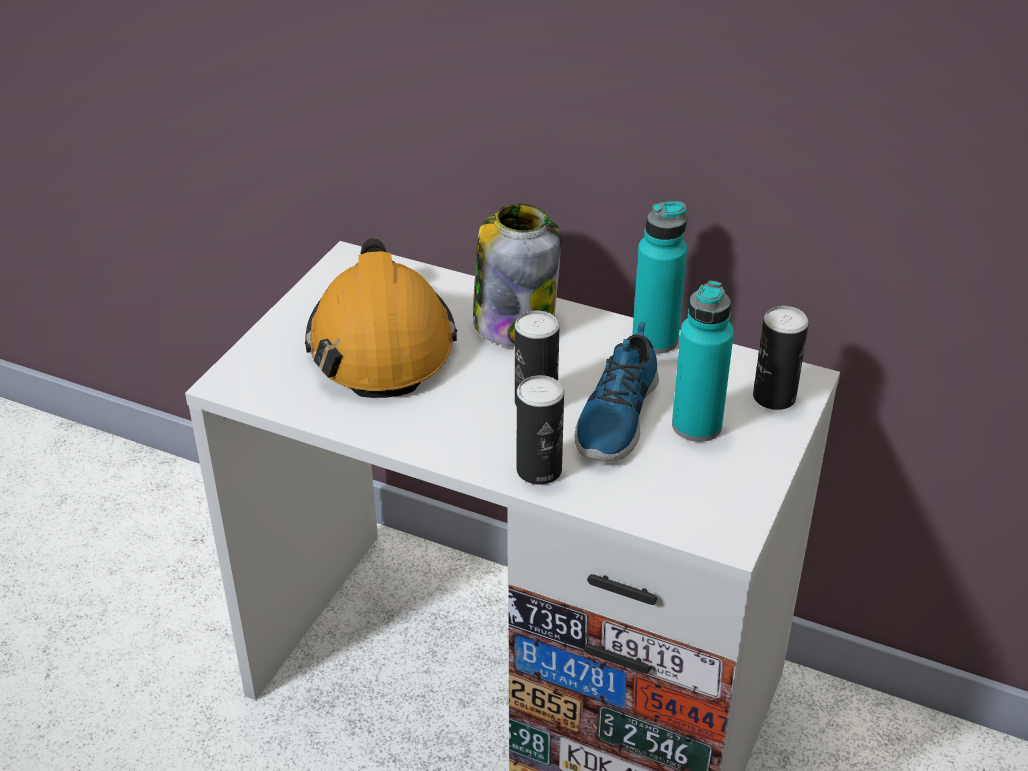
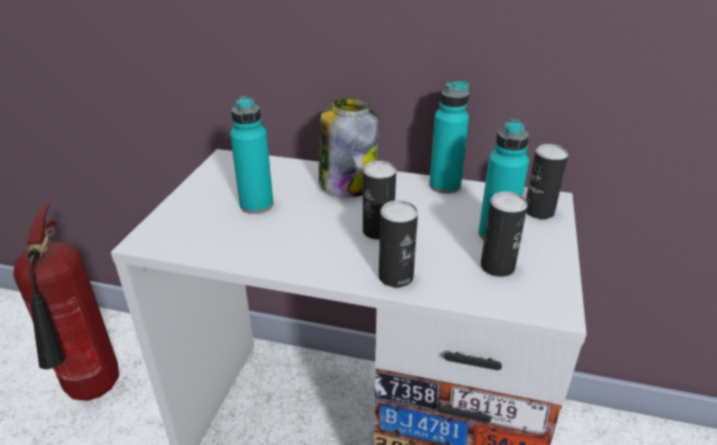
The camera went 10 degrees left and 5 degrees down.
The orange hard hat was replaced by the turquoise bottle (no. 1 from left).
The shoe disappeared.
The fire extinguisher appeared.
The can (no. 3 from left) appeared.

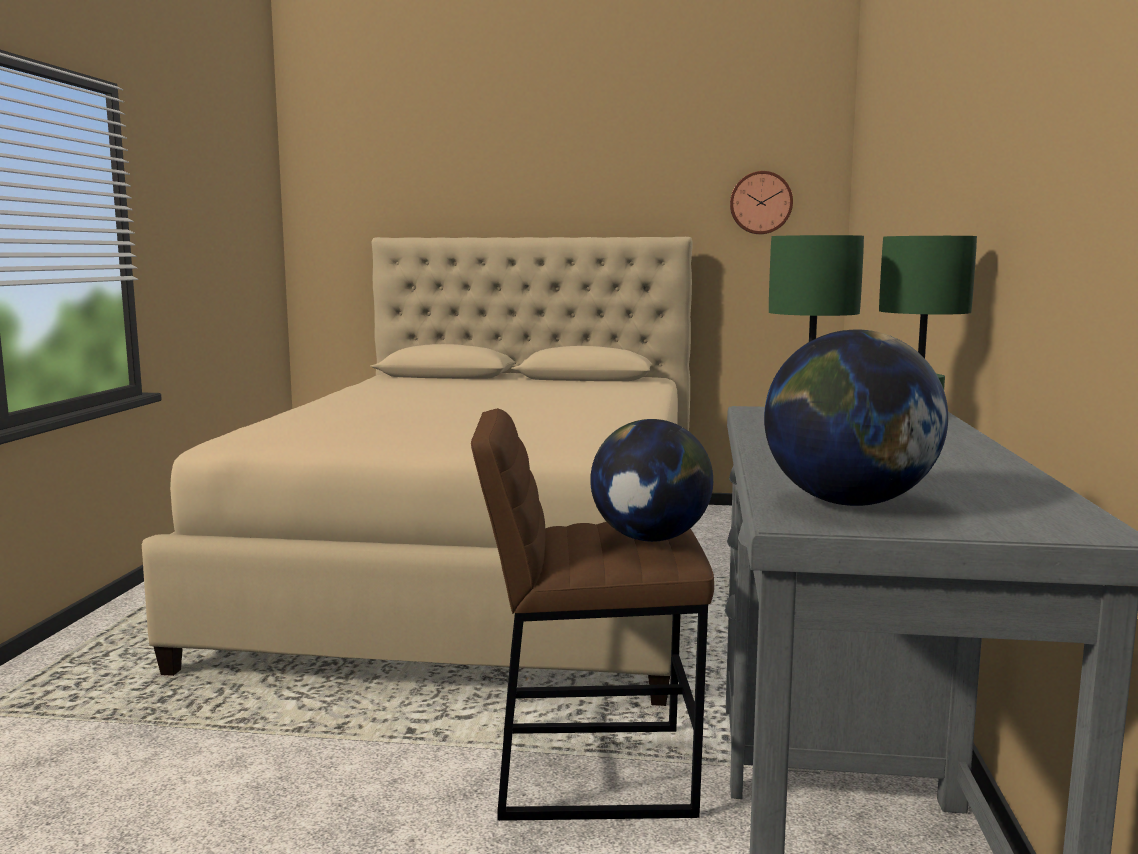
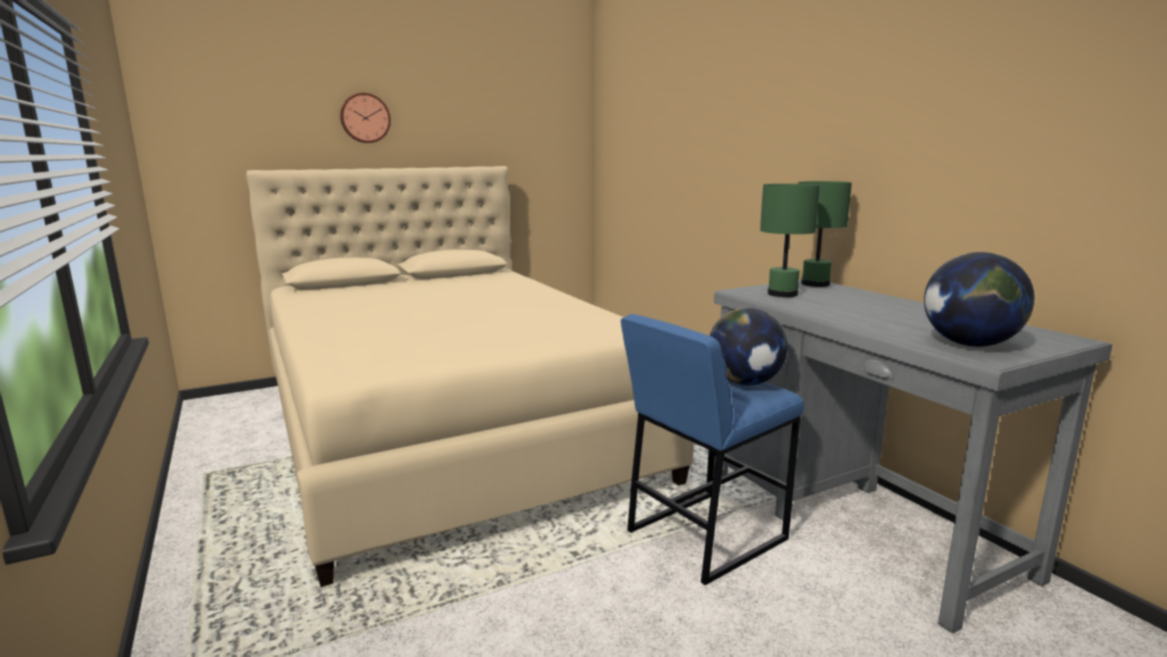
The camera went 35 degrees left and 5 degrees up.
The brown stool became the blue stool.
The wall clock moved.

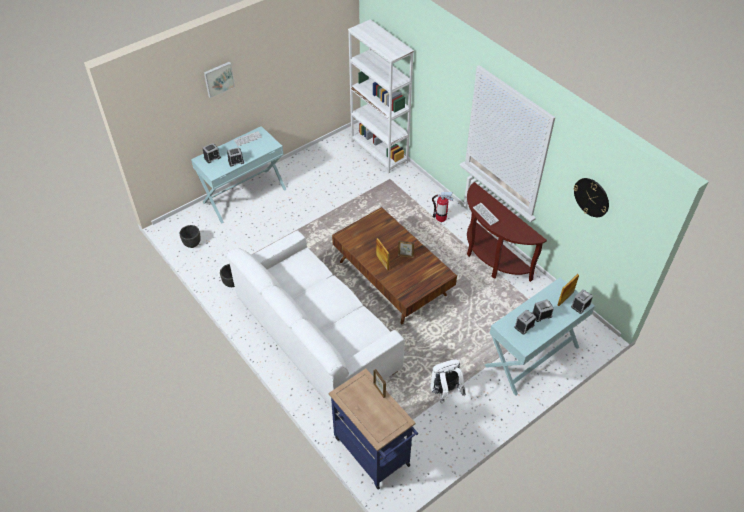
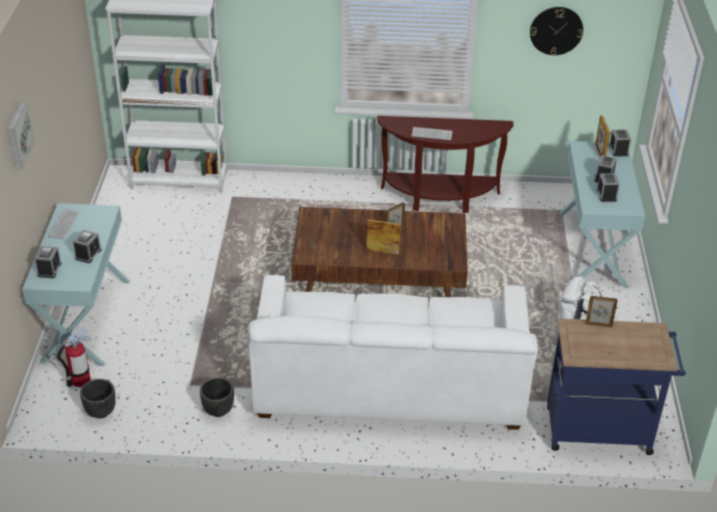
The camera went 50 degrees left and 10 degrees down.
The fire extinguisher moved.

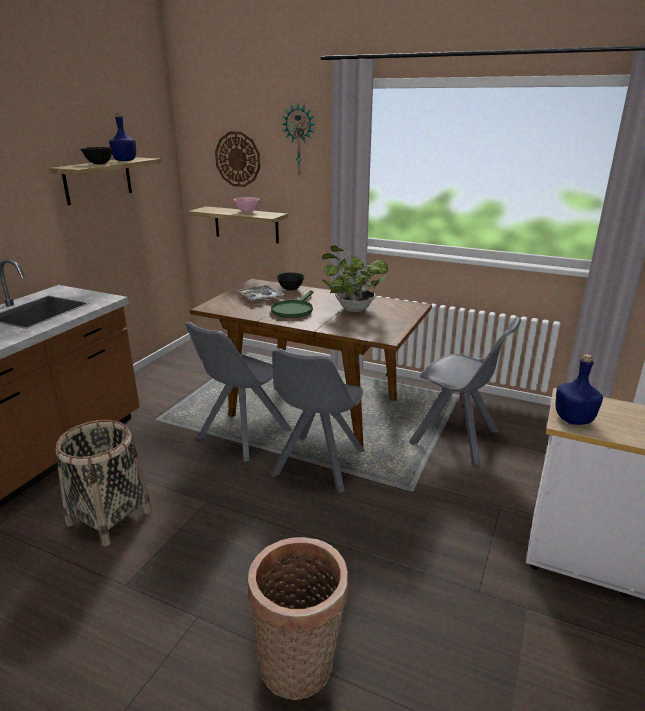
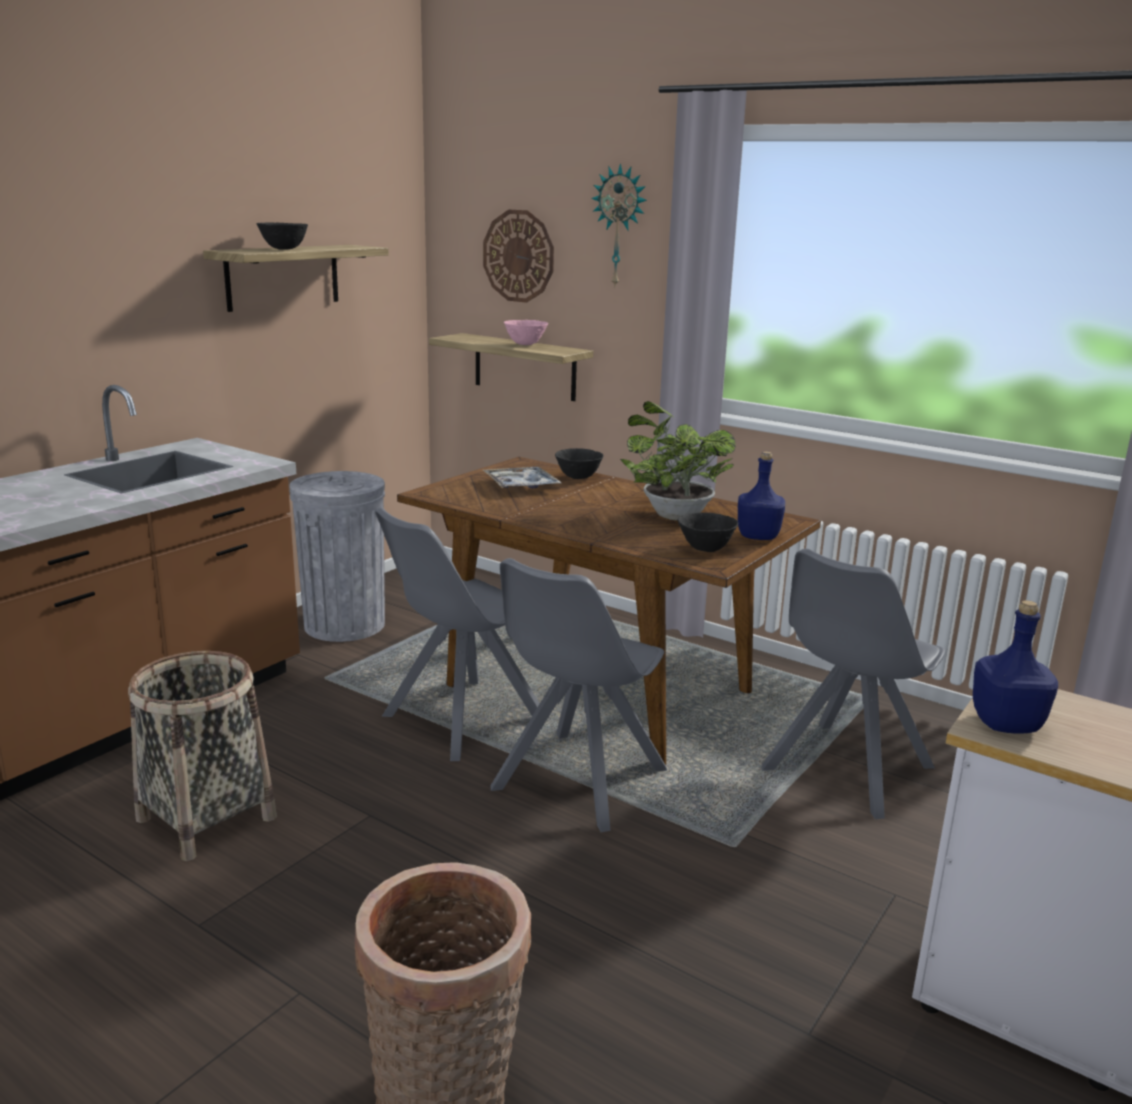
The camera went 10 degrees right and 5 degrees down.
The blue bottle (no. 1 from left) moved.
The green frying pan disappeared.
The grey chair (no. 3 from left) turned 90 degrees clockwise.
The grey trash can appeared.
The black bowl (no. 3 from left) appeared.

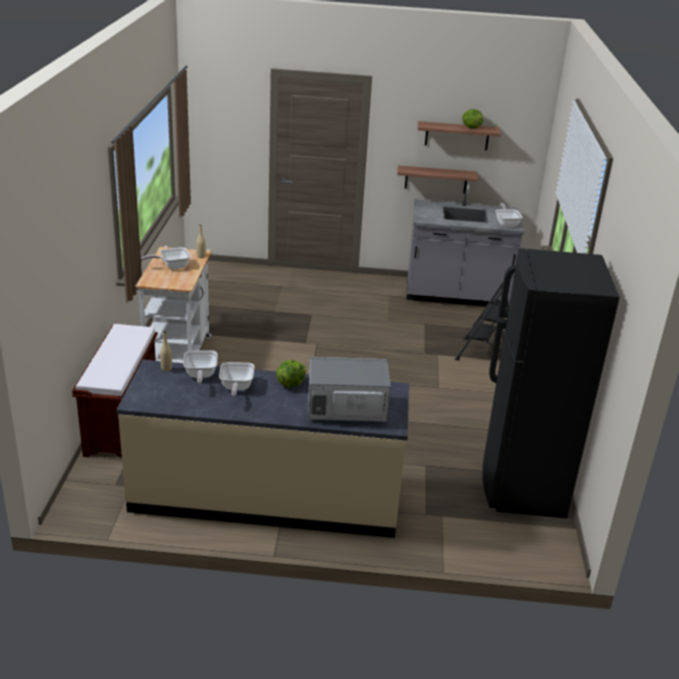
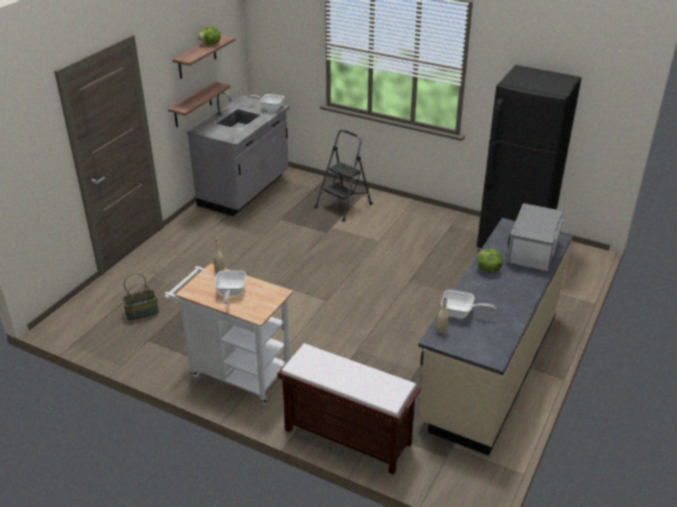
The camera went 65 degrees left and 5 degrees up.
The frying pan (no. 3 from left) disappeared.
The basket appeared.

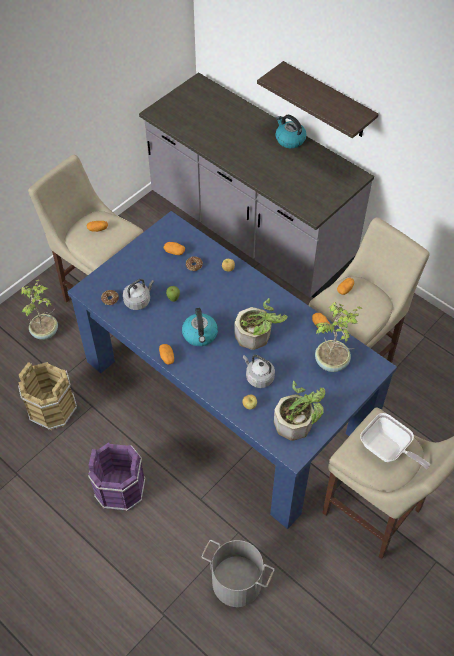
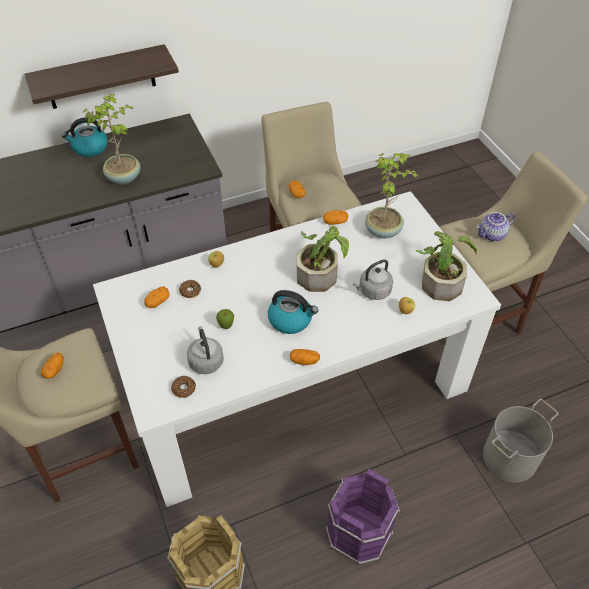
The camera went 65 degrees left and 5 degrees down.
The potted plant (no. 1 from left) moved.
The blue dining table became the white dining table.
The frying pan was replaced by the teapot.

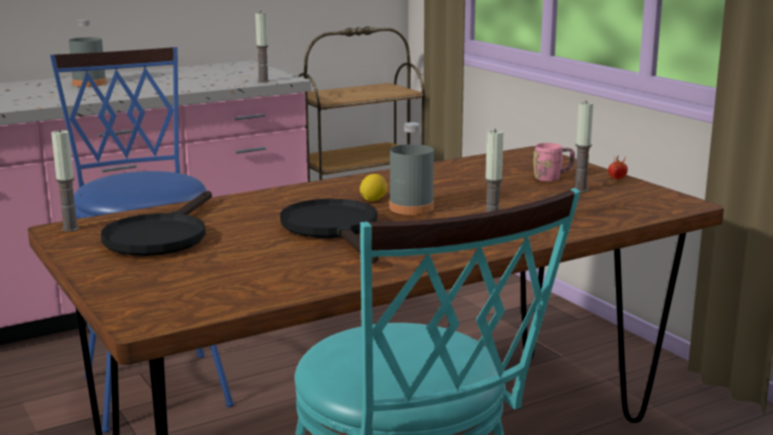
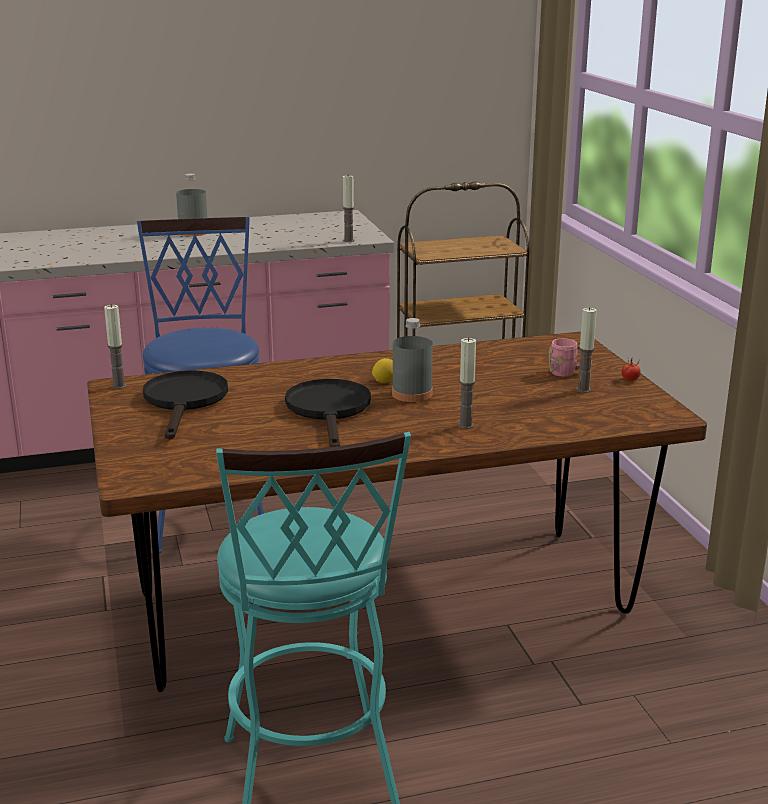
The camera went 15 degrees right and 5 degrees up.
The black frying pan (no. 1 from left) turned 150 degrees clockwise.

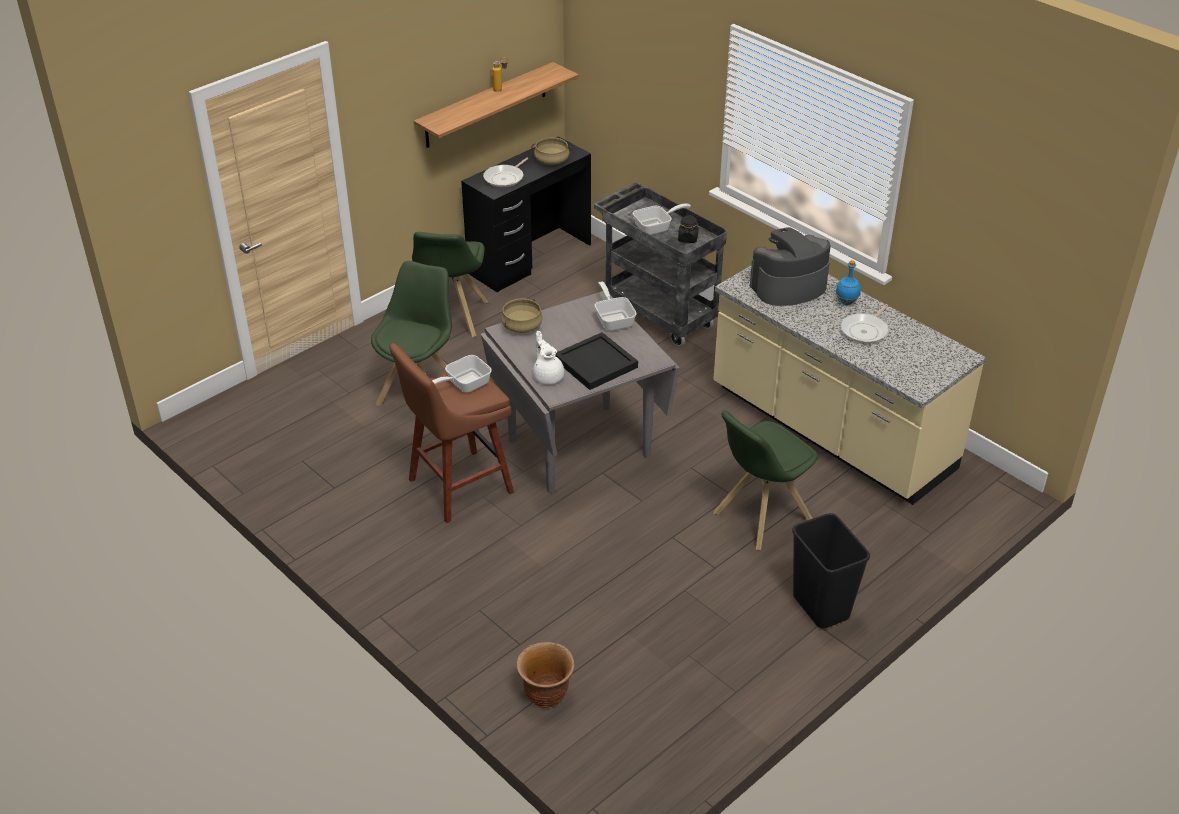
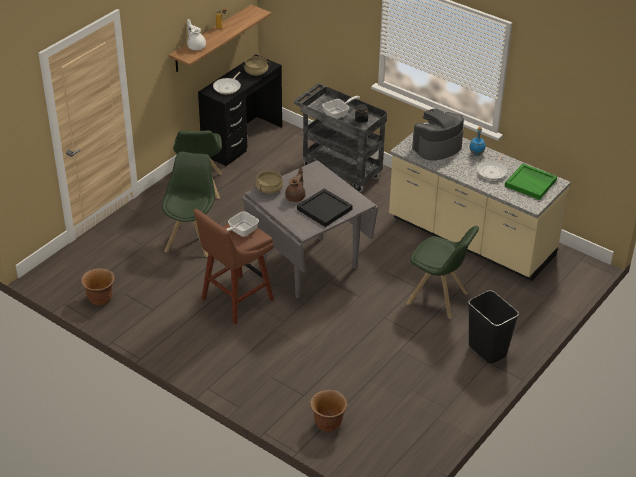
The camera went 10 degrees left and 0 degrees up.
The white teapot moved.
The frying pan (no. 3 from left) disappeared.
The green chair (no. 3 from left) turned 105 degrees counterclockwise.
The brown planter (no. 1 from left) appeared.
The brown teapot appeared.
The green tray appeared.

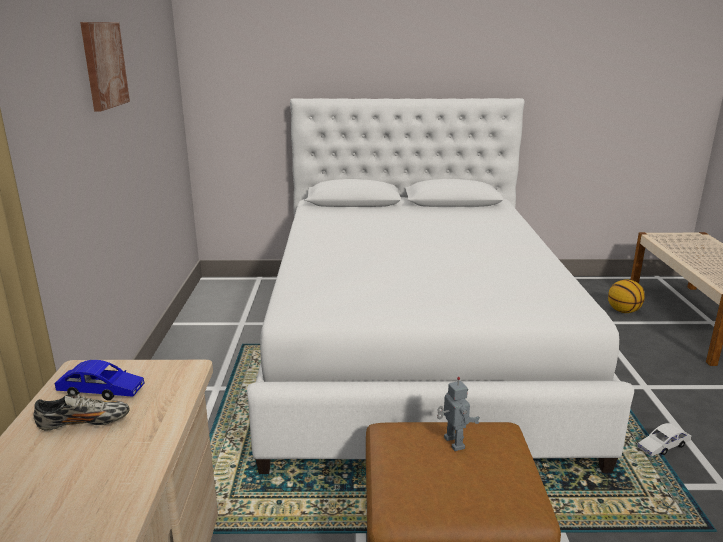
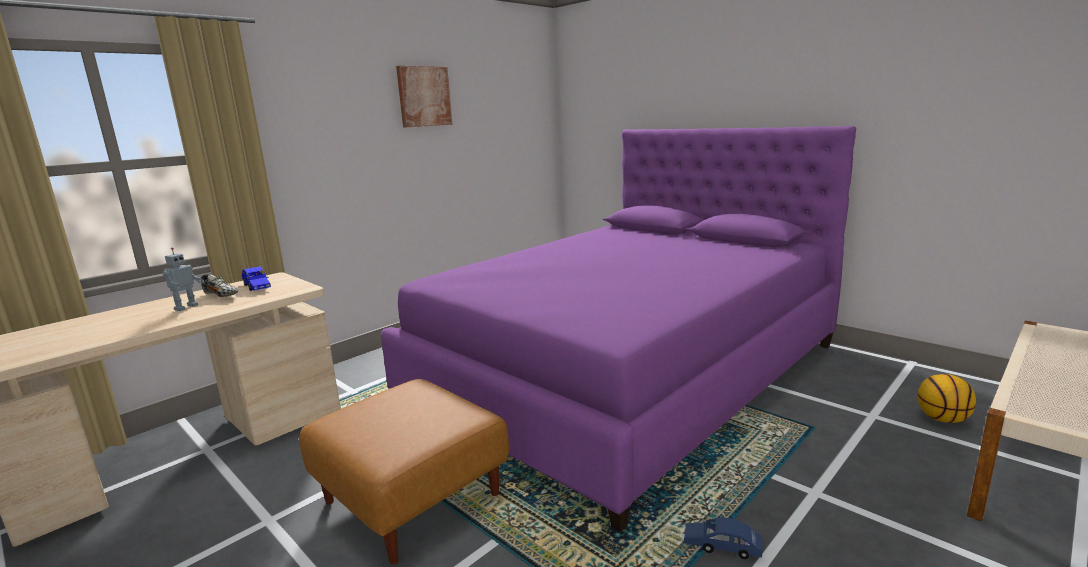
The camera went 45 degrees right and 5 degrees down.
The white bed became the purple bed.
The toy robot moved.
The white toy car became the blue toy car (no. 2 from left).

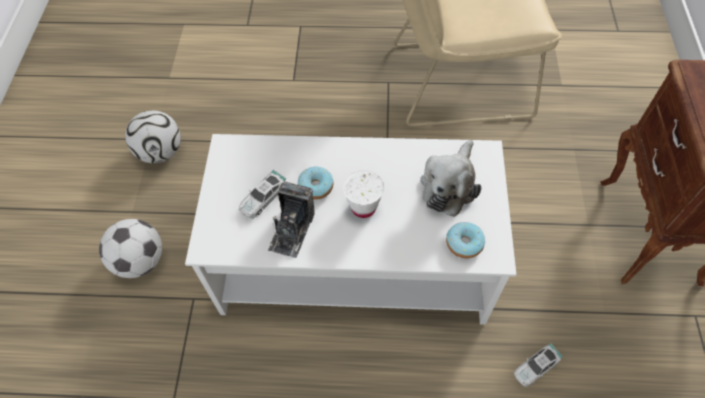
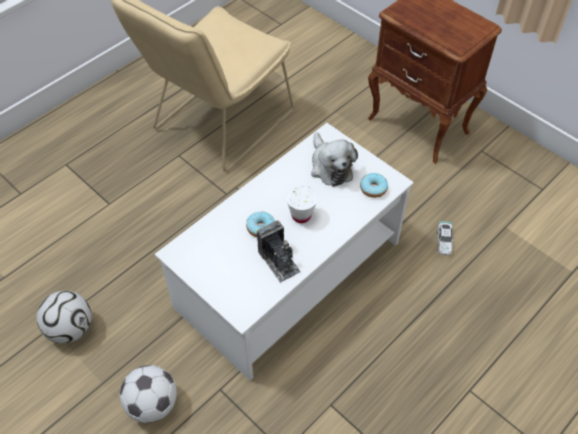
The camera went 50 degrees left and 5 degrees down.
The toy car (no. 1 from left) disappeared.

